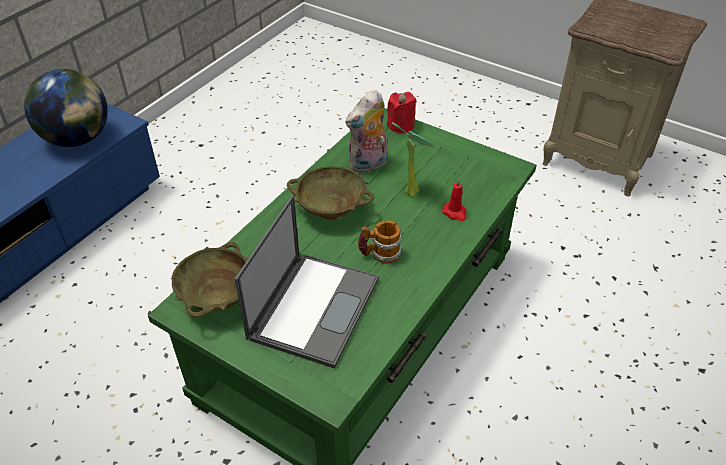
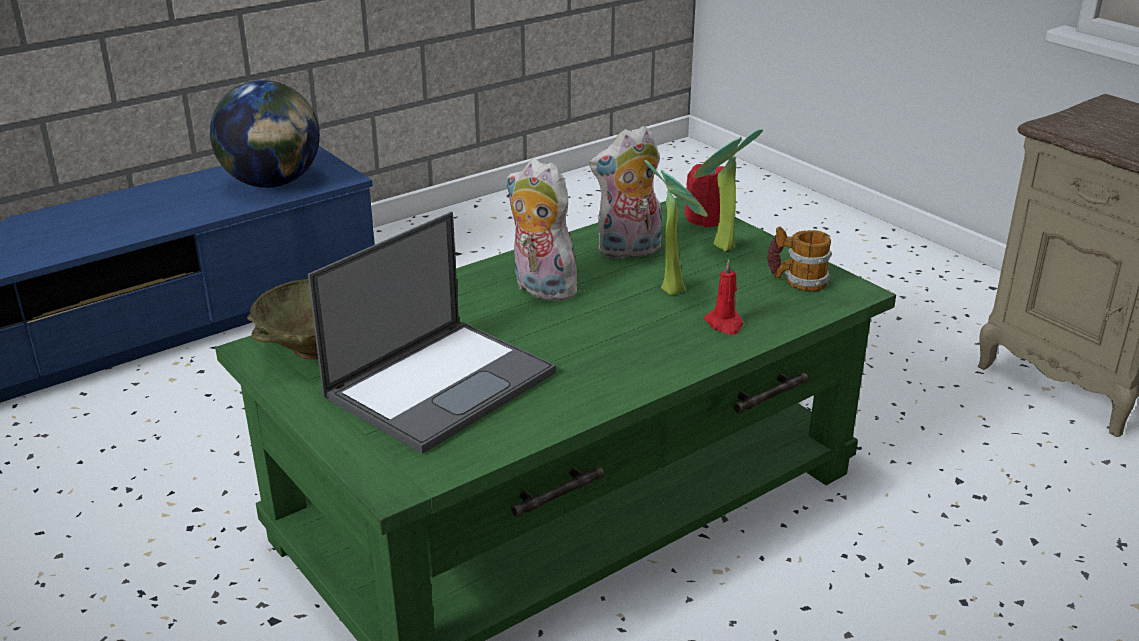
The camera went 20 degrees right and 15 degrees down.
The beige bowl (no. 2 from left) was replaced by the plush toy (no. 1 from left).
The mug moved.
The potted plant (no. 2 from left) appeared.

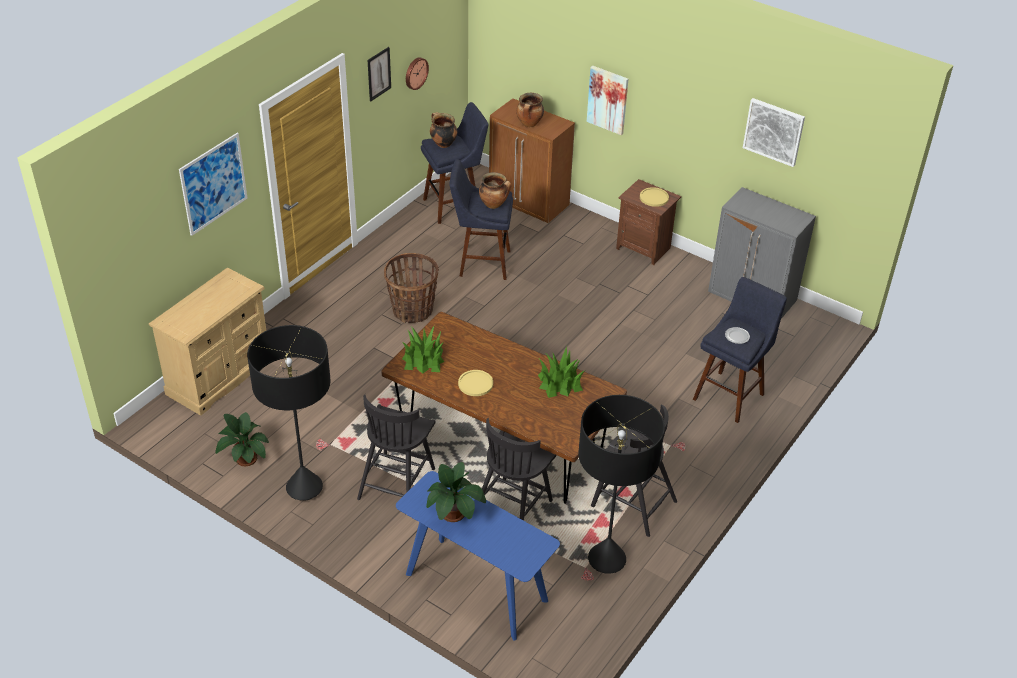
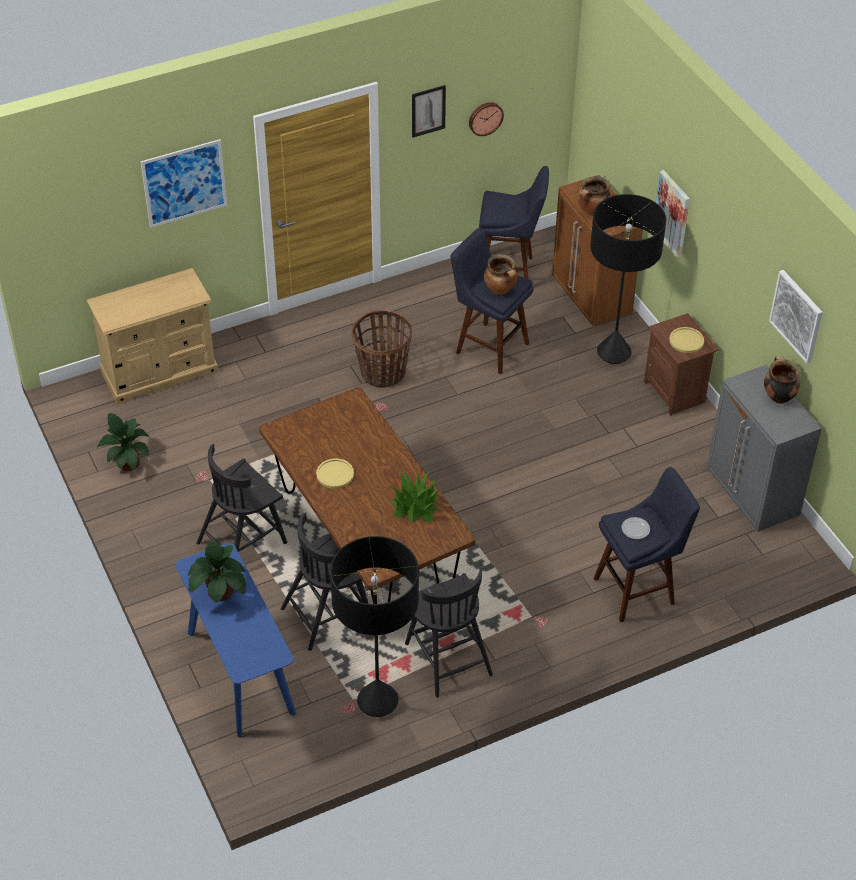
The camera went 30 degrees right and 5 degrees up.
The black floor lamp (no. 1 from left in the first image) moved.
The potted plant (no. 2 from left) disappeared.
The cooking pot (no. 1 from left in the first image) moved.

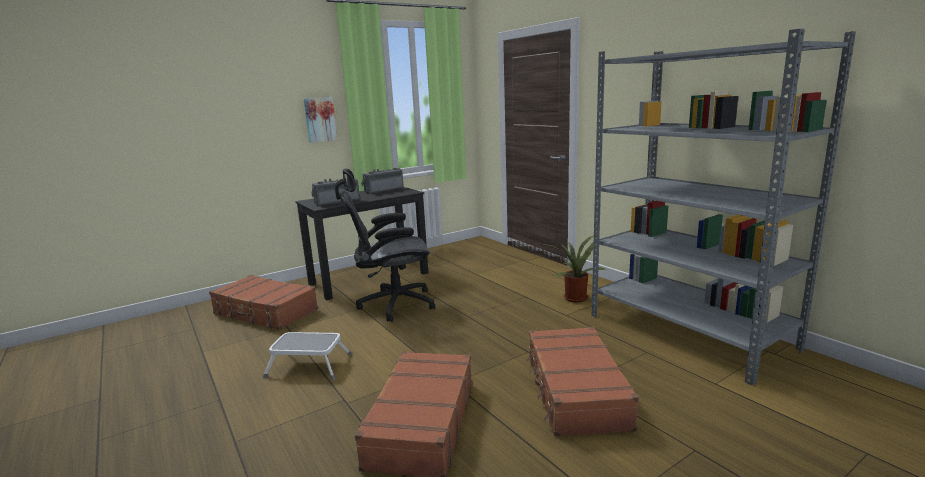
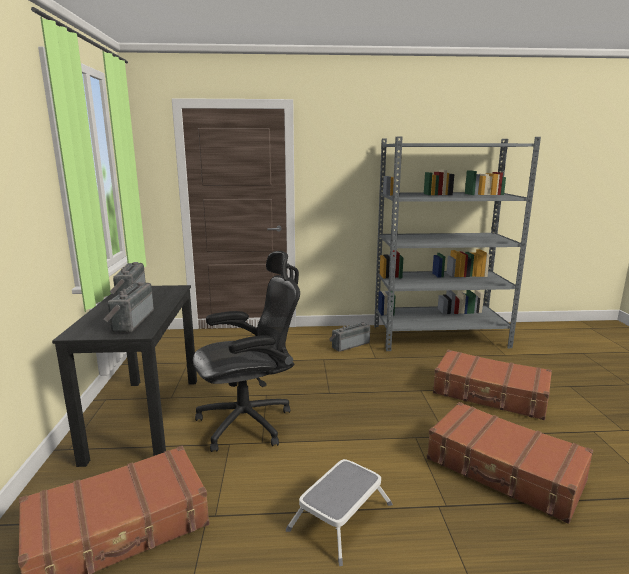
The camera went 60 degrees left and 0 degrees up.
The picture disappeared.
The office chair turned 135 degrees counterclockwise.
The potted plant was replaced by the radio (no. 3 from left).

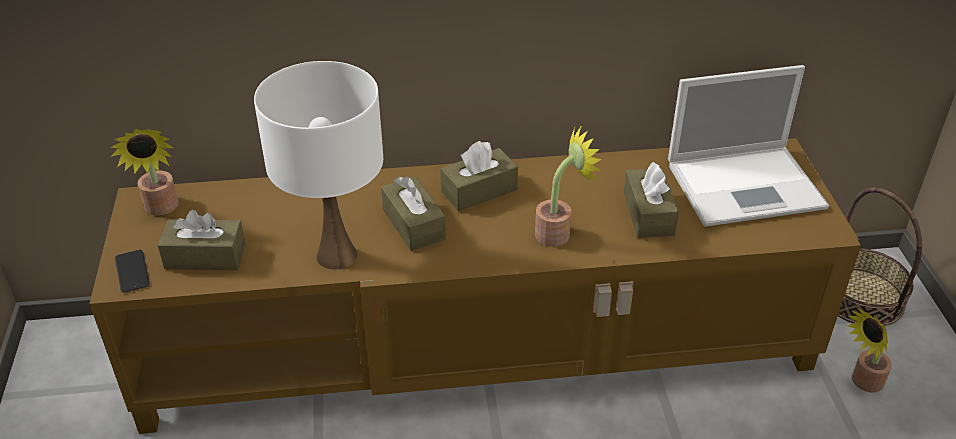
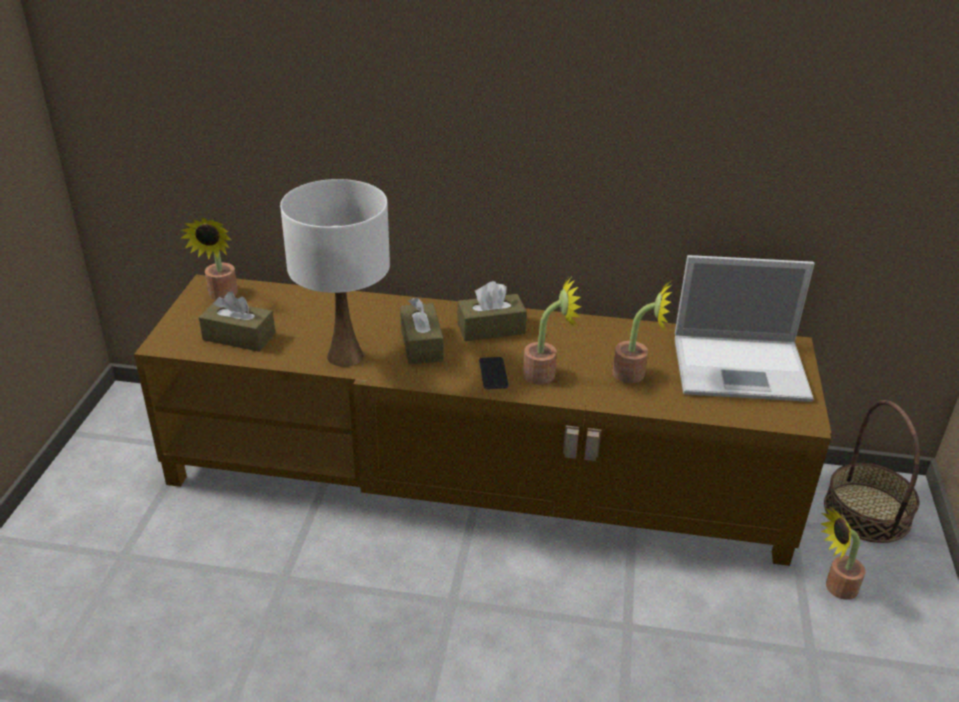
The camera went 15 degrees right and 5 degrees down.
The phone moved.
The brown tissue box (no. 4 from left) was replaced by the potted plant (no. 3 from left).

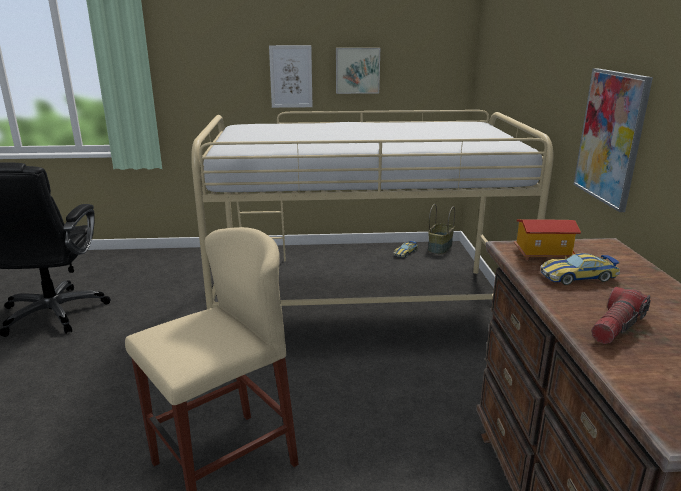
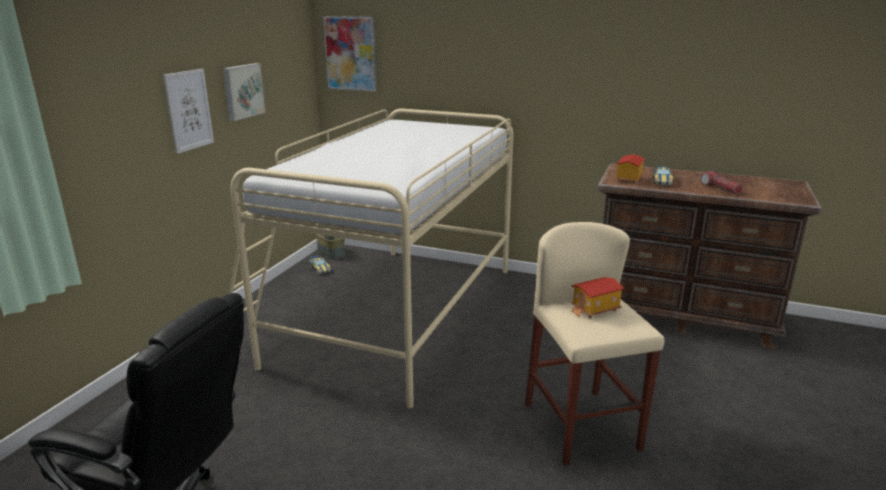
The camera went 65 degrees left and 0 degrees up.
The picture (no. 3 from left) moved.
The toy house (no. 1 from left) appeared.

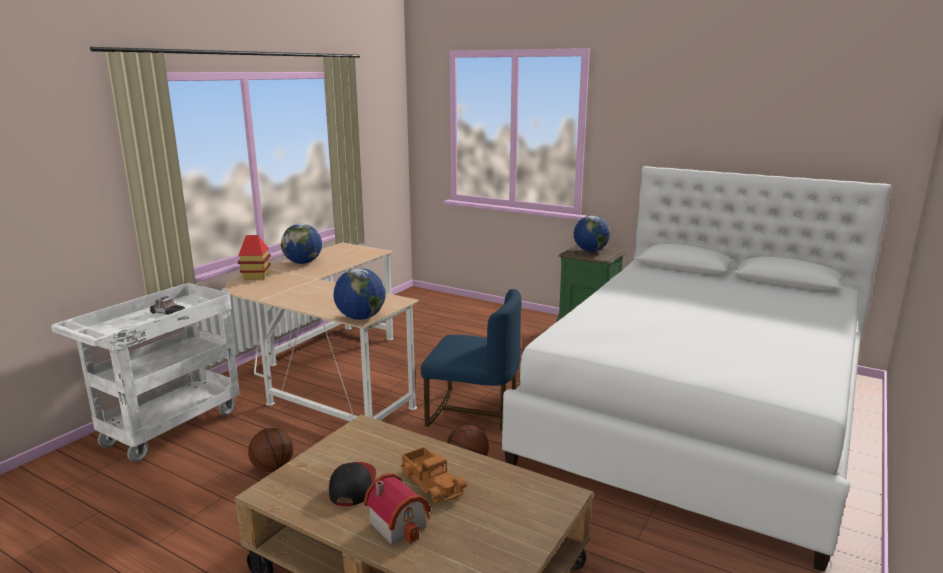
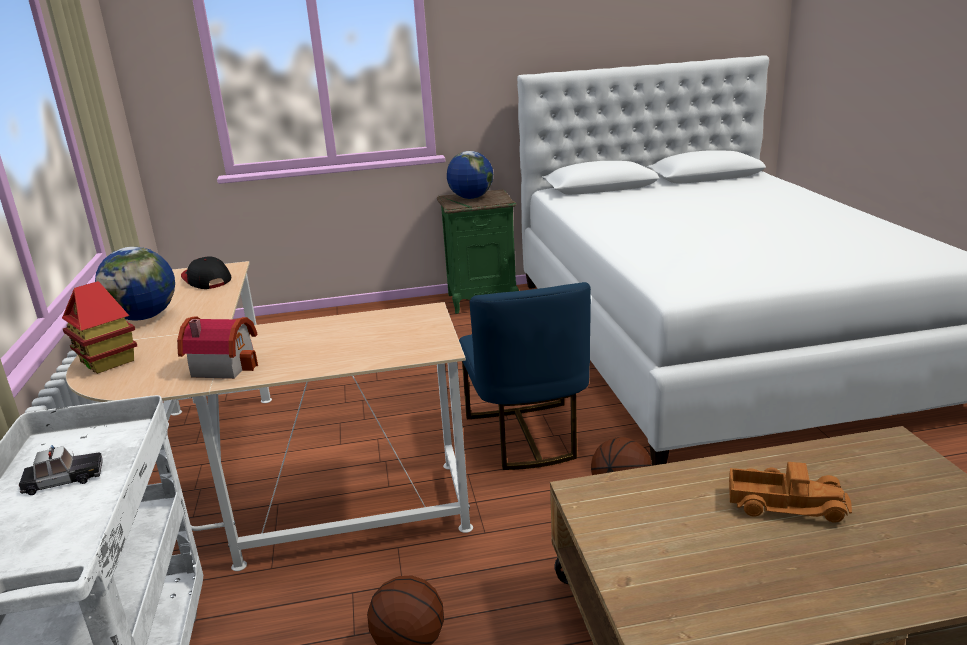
The camera went 40 degrees left and 5 degrees up.
The cap moved.
The globe (no. 2 from left) disappeared.
The toy house (no. 2 from left) moved.
The blue chair turned 105 degrees clockwise.

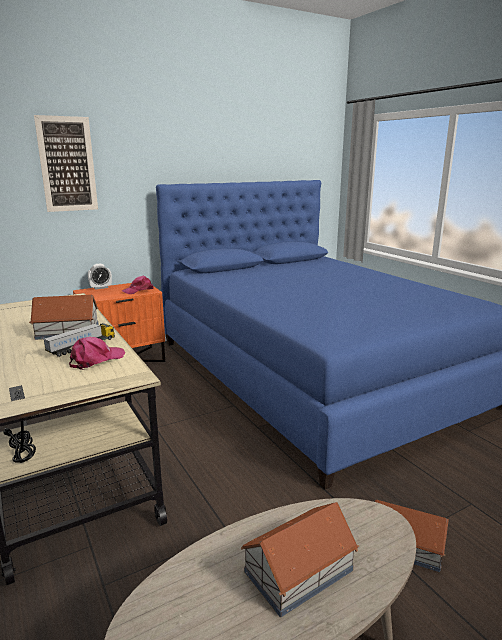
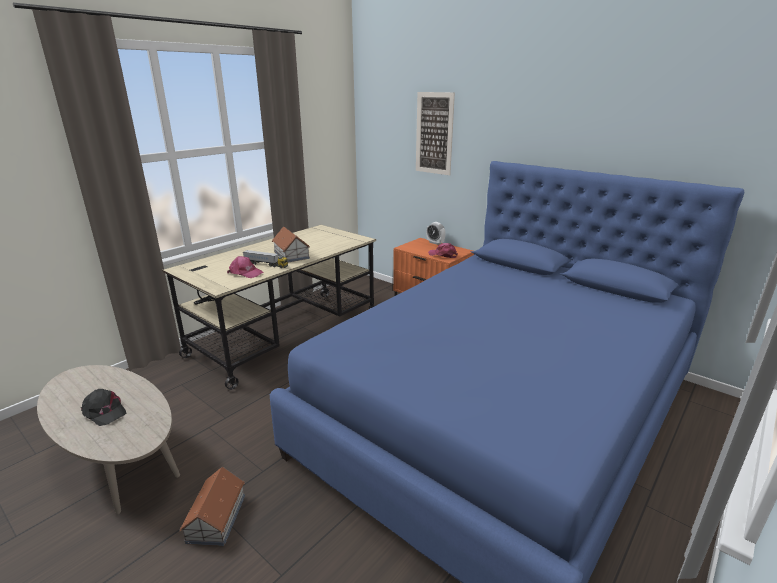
The camera went 70 degrees right and 5 degrees up.
The toy house (no. 2 from left) was replaced by the black cap.

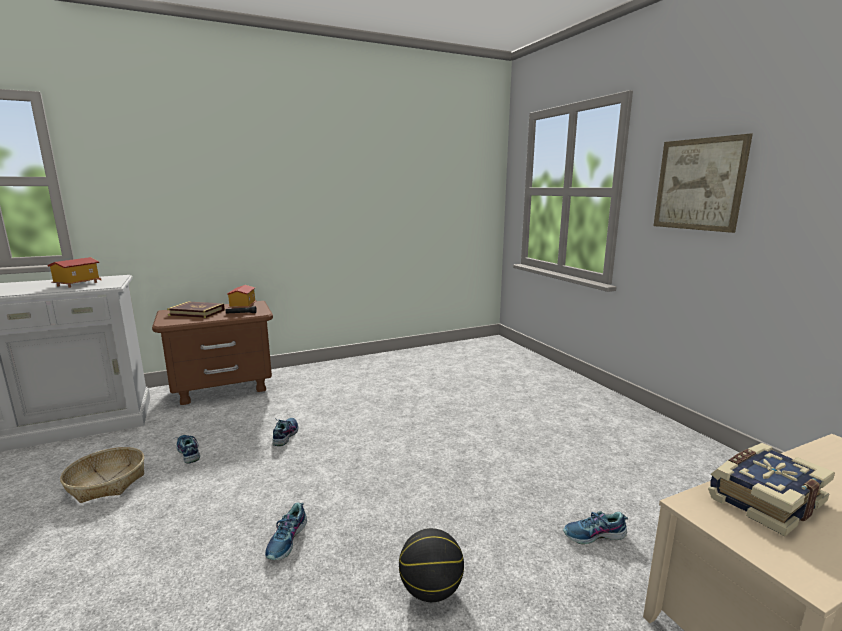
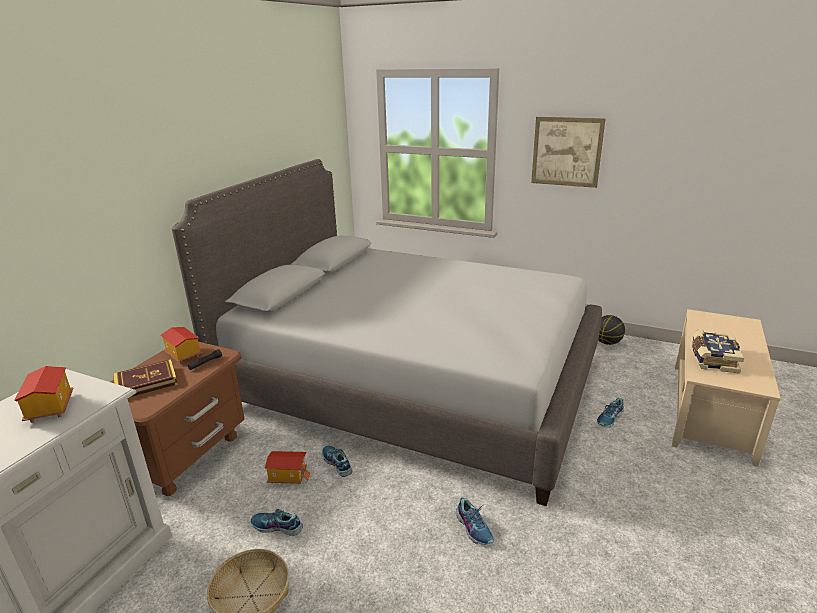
The camera went 40 degrees left and 10 degrees up.
The basketball moved.
The grey bed appeared.
The toy house (no. 3 from left) appeared.

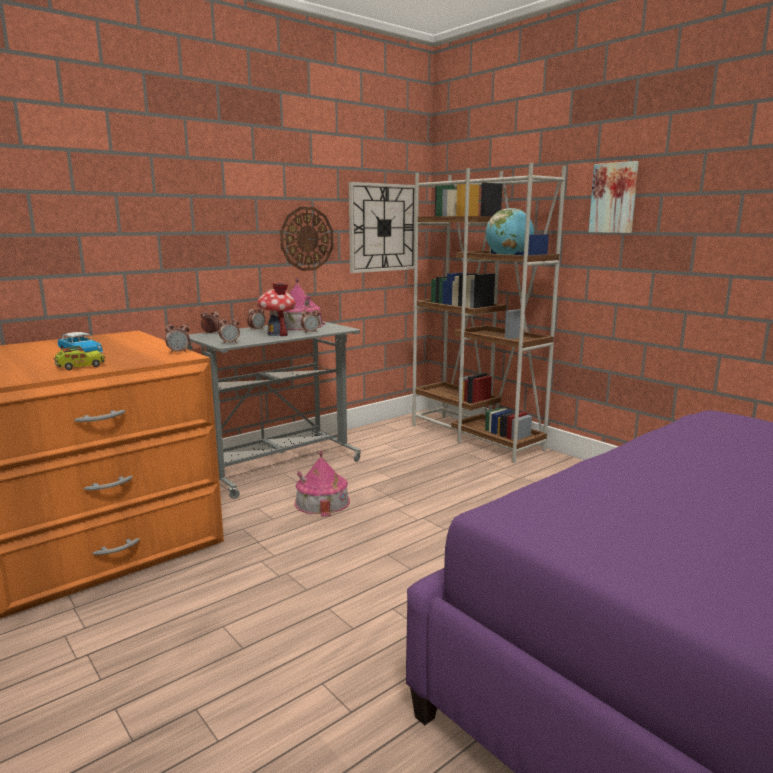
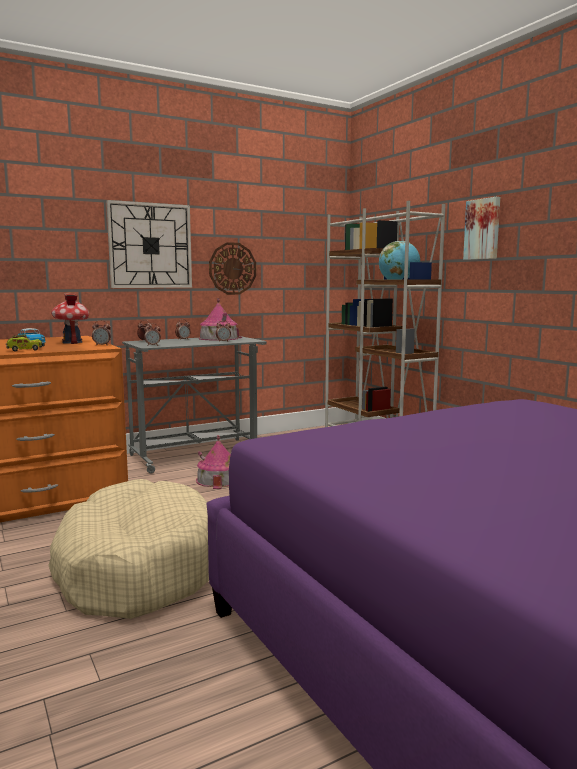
The camera went 10 degrees right and 5 degrees down.
The toy house (no. 1 from left) moved.
The wall clock (no. 2 from left in the first image) moved.
The beige dog bed appeared.

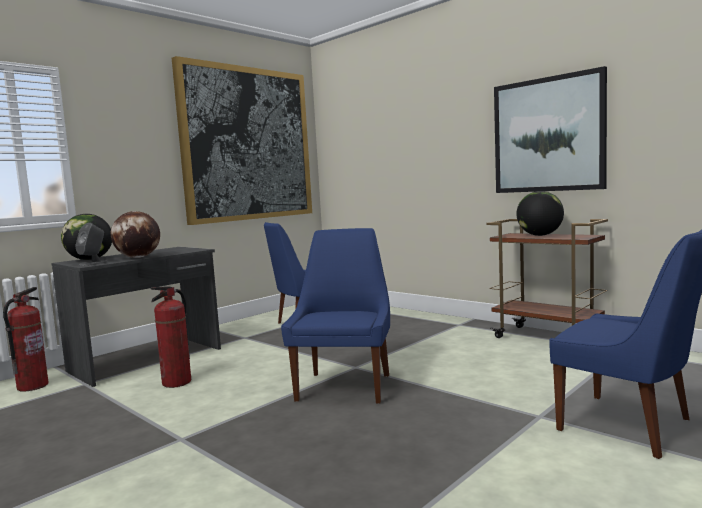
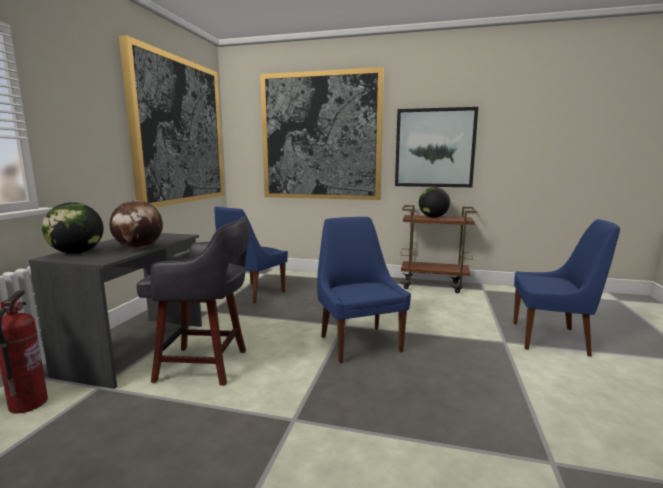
The camera went 30 degrees left and 5 degrees up.
The grey speaker disappeared.
The fire extinguisher (no. 2 from left) was replaced by the grey stool.
The picture (no. 2 from left) appeared.

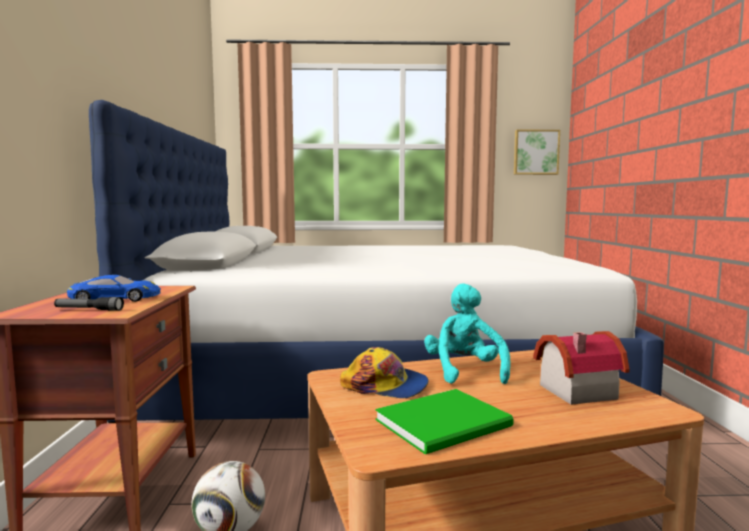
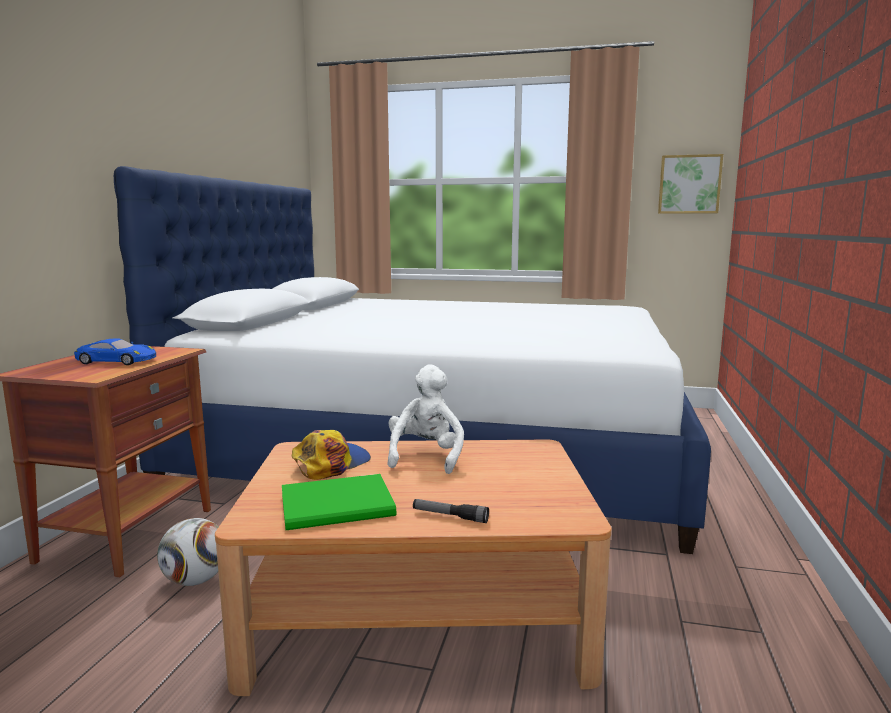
The camera went 15 degrees right and 5 degrees up.
The flashlight moved.
The cap turned 90 degrees counterclockwise.
The turquoise plush toy became the white plush toy.
The toy house disappeared.

